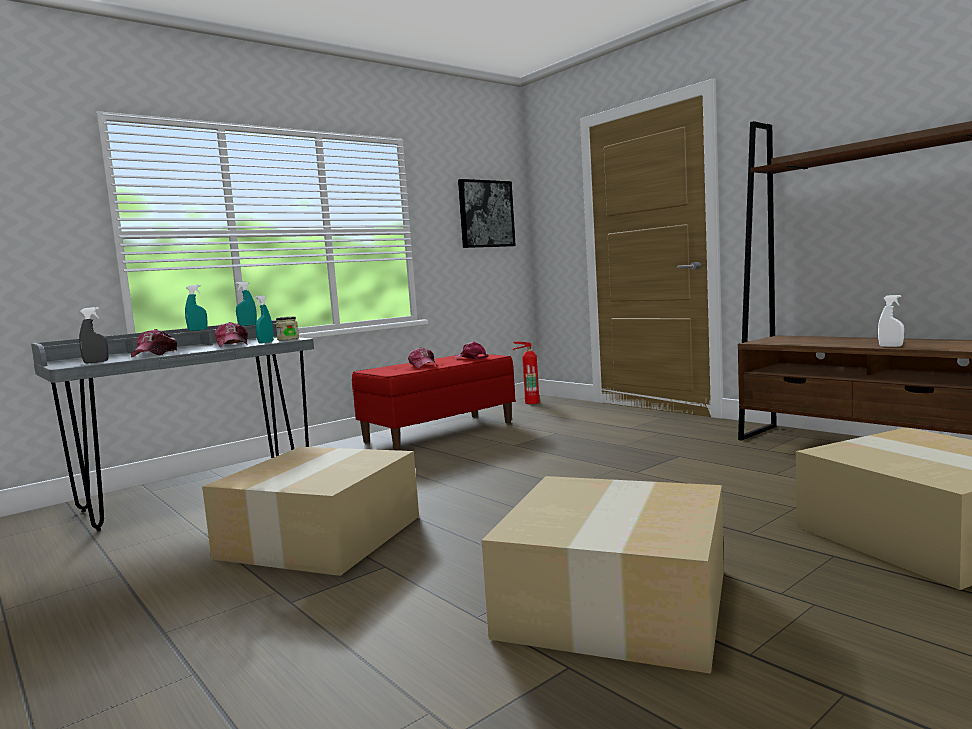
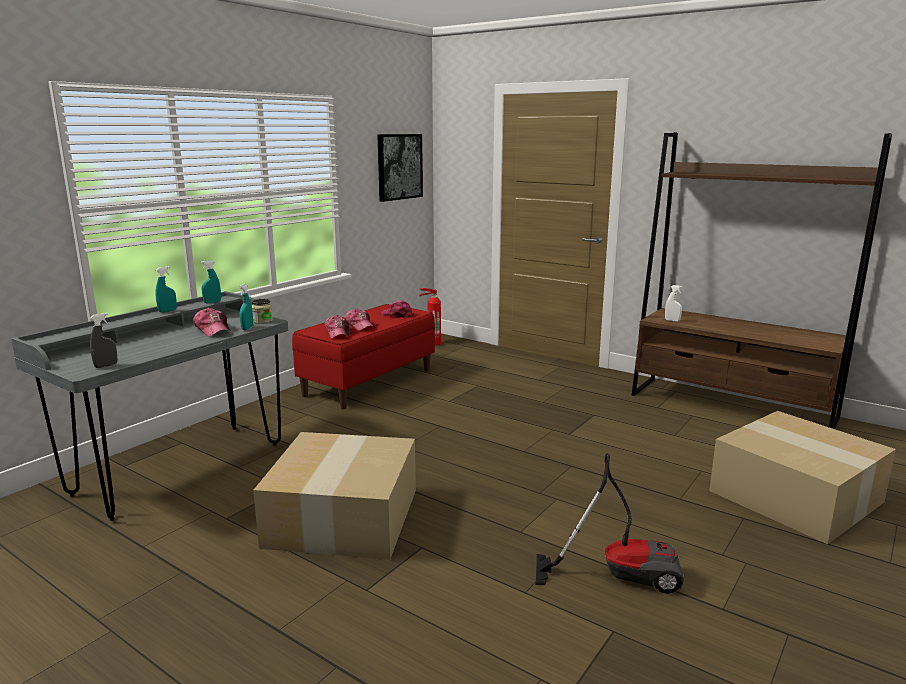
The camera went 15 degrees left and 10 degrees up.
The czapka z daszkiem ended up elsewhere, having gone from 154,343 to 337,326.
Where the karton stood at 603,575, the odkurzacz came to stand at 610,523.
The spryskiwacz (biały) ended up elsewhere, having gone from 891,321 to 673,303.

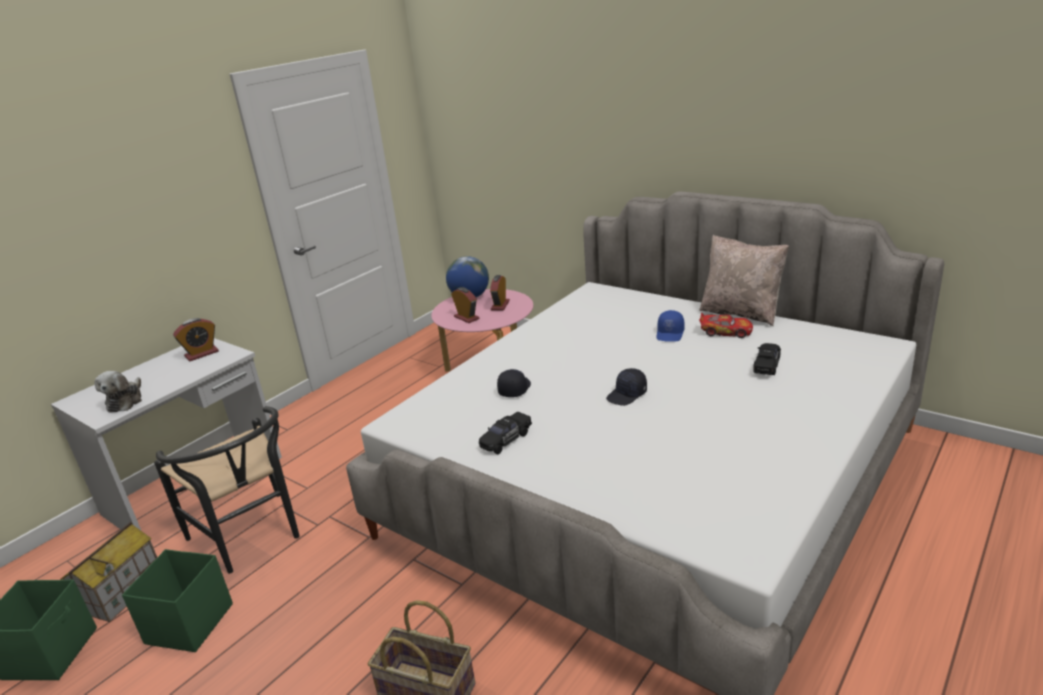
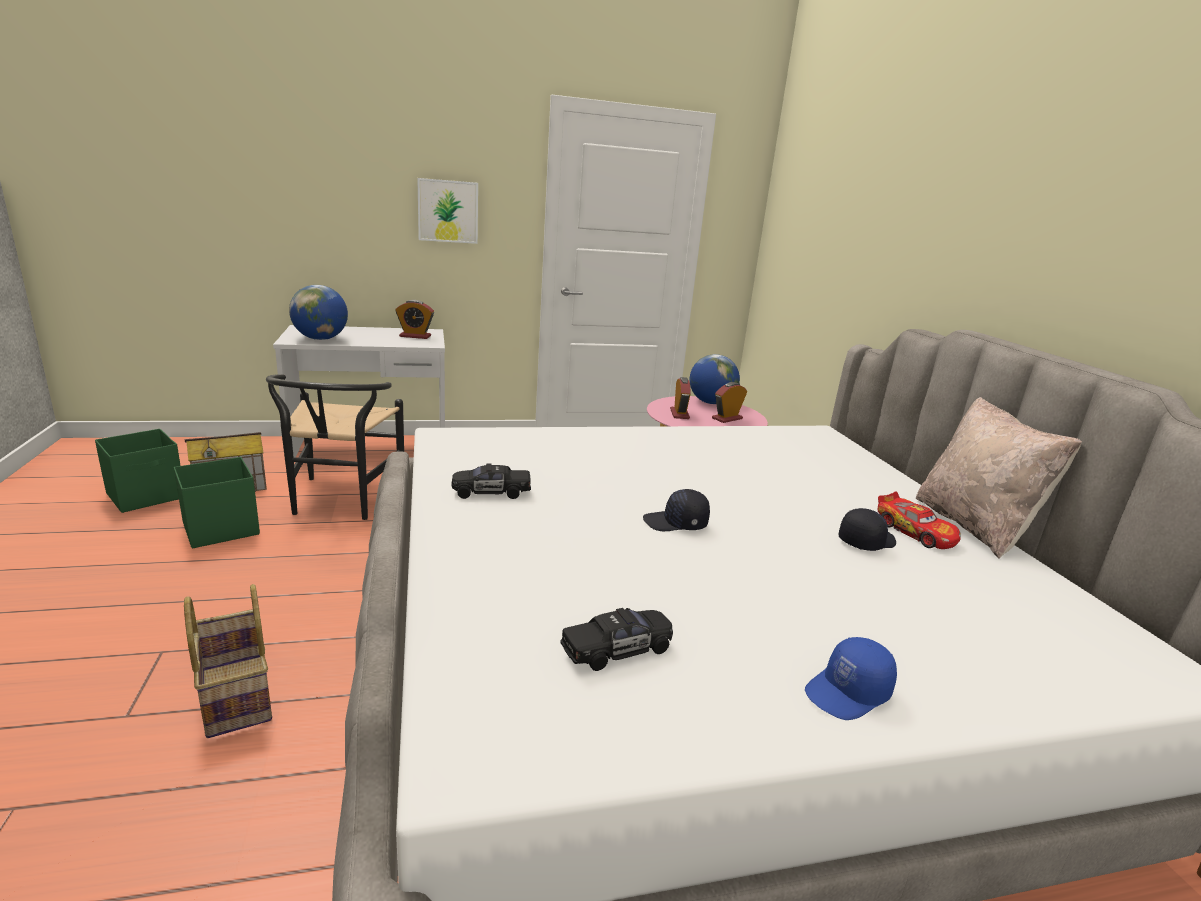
The camera went 35 degrees right and 5 degrees down.
Where the pluszak stood at 118,392, the globus came to stand at 318,312.
The second view gained the obraz at 447,211.
The samochodzik (czarny) ended up elsewhere, having gone from 767,359 to 617,639.
The czapka z daszkiem (niebieski) ended up elsewhere, having gone from 670,326 to 851,678.
The czapka z daszkiem (czarny) ended up elsewhere, having gone from 514,383 to 867,529.

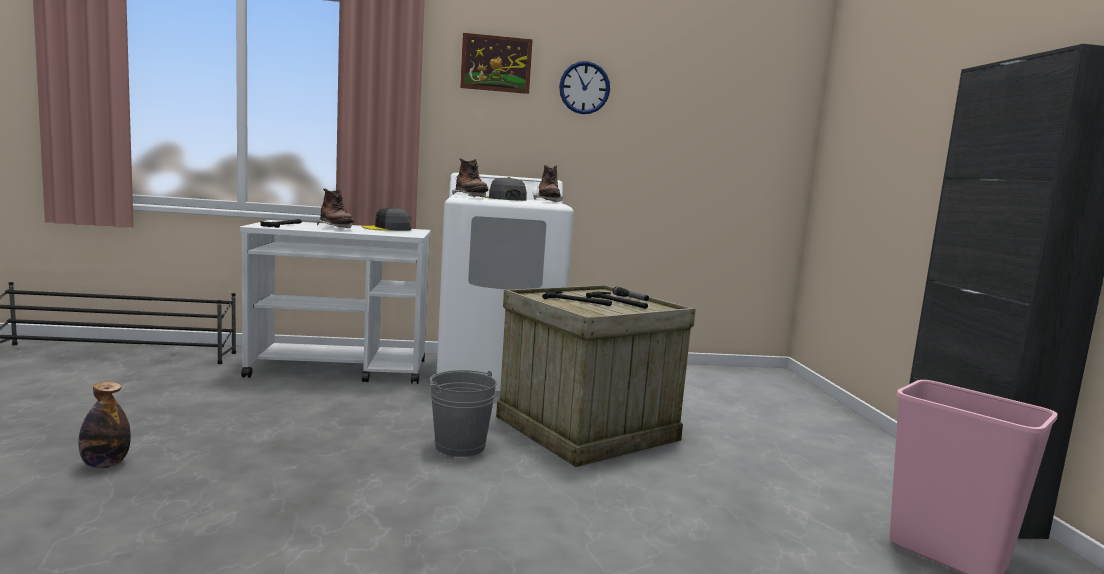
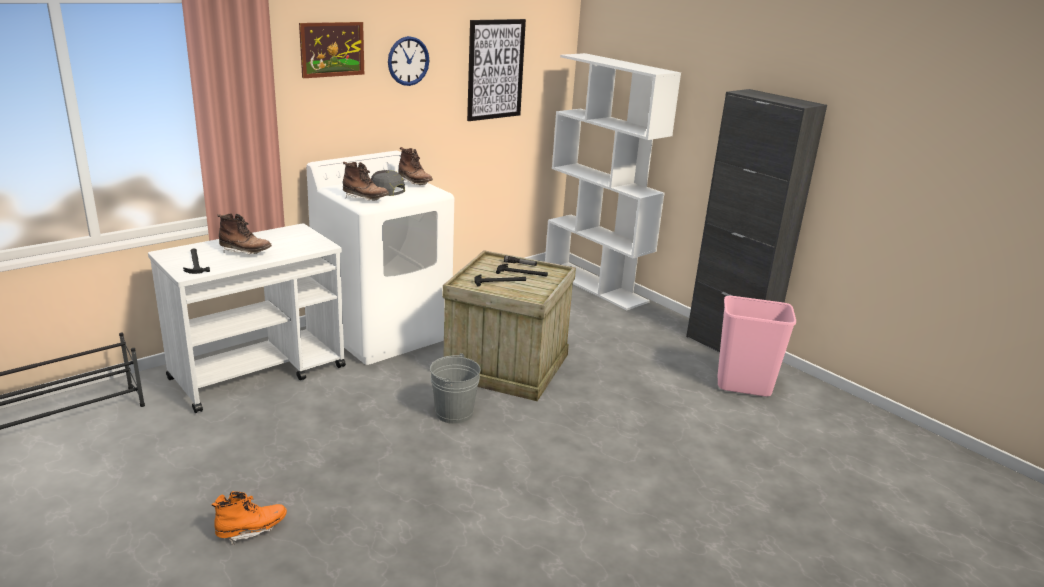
The camera went 35 degrees left and 15 degrees up.
Where the butelka stood at 104,425, the but z cholewką (pomarańczowy) came to stand at 249,518.
The second view gained the obraz at 496,70.
The second view gained the regał (biały) at 613,182.
The second view lost the czapka z daszkiem (szary) at 386,219.

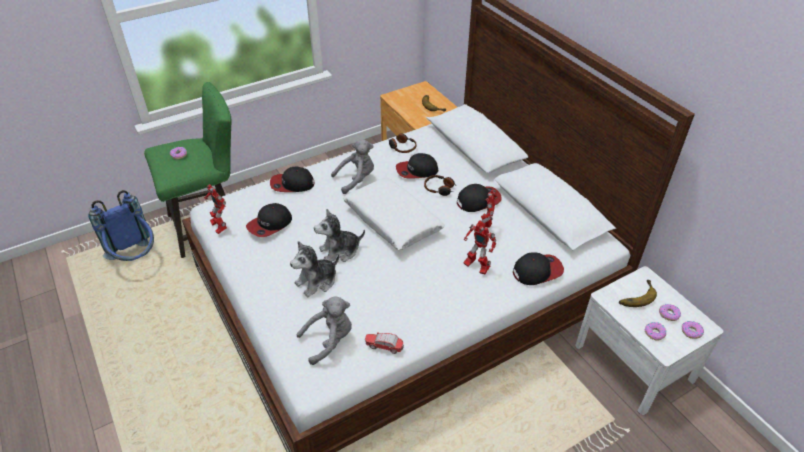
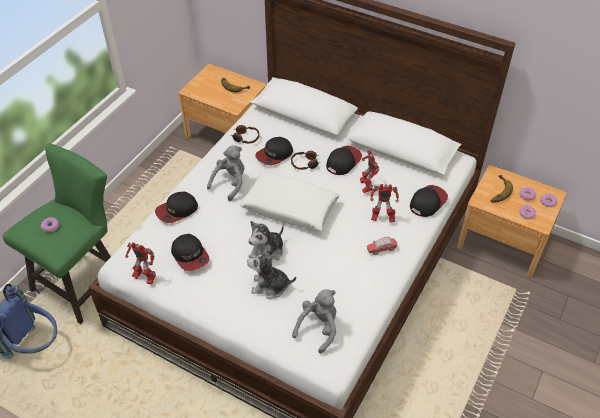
The camera went 30 degrees left and 5 degrees up.
The czapka z daszkiem at 269,220 ended up facing another way, 45 degrees counterclockwise from before.
The pluszak at 314,269 ended up facing another way, 75 degrees clockwise from before.
The samochodzik ended up elsewhere, having gone from 384,343 to 382,246.
What was the szafka nocna (biały) at 649,340 turned into the szafka nocna (brązowy) at 512,221.

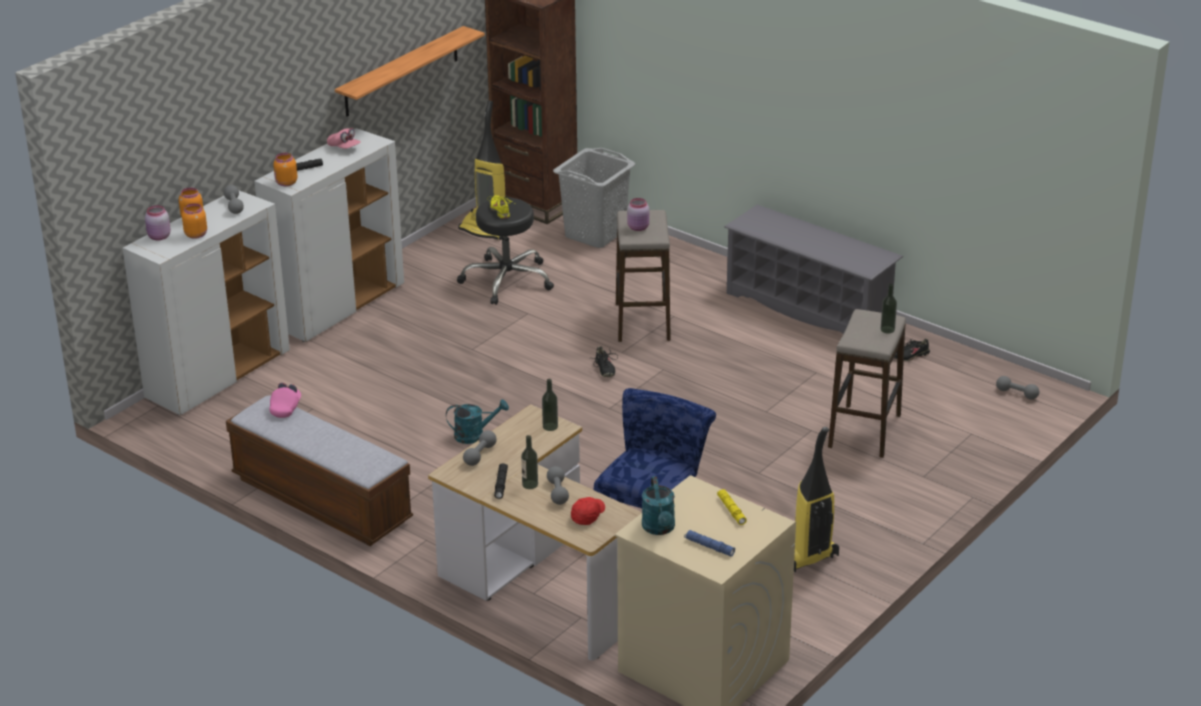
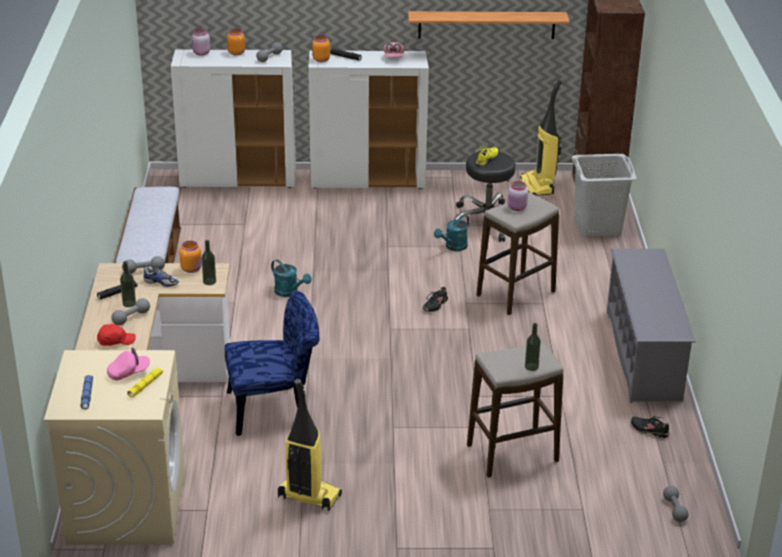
The camera went 50 degrees right and 0 degrees up.
The czapka z daszkiem (różowy) ended up elsewhere, having gone from 285,400 to 128,364.
The second view gained the but at 160,276.
The słoik (pomarańczowy) ended up elsewhere, having gone from 194,221 to 190,257.
The konewka (turkusowy) ended up elsewhere, having gone from 658,505 to 451,233.

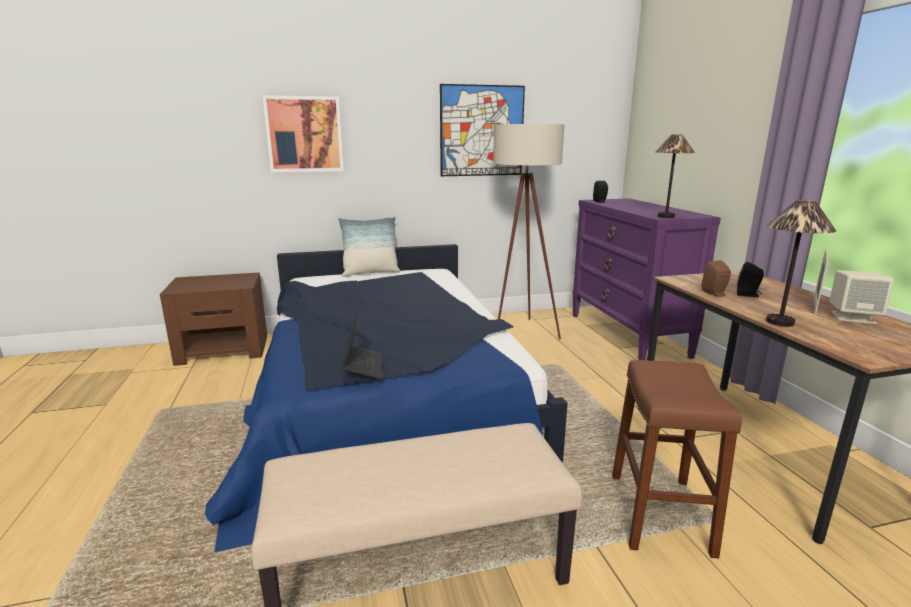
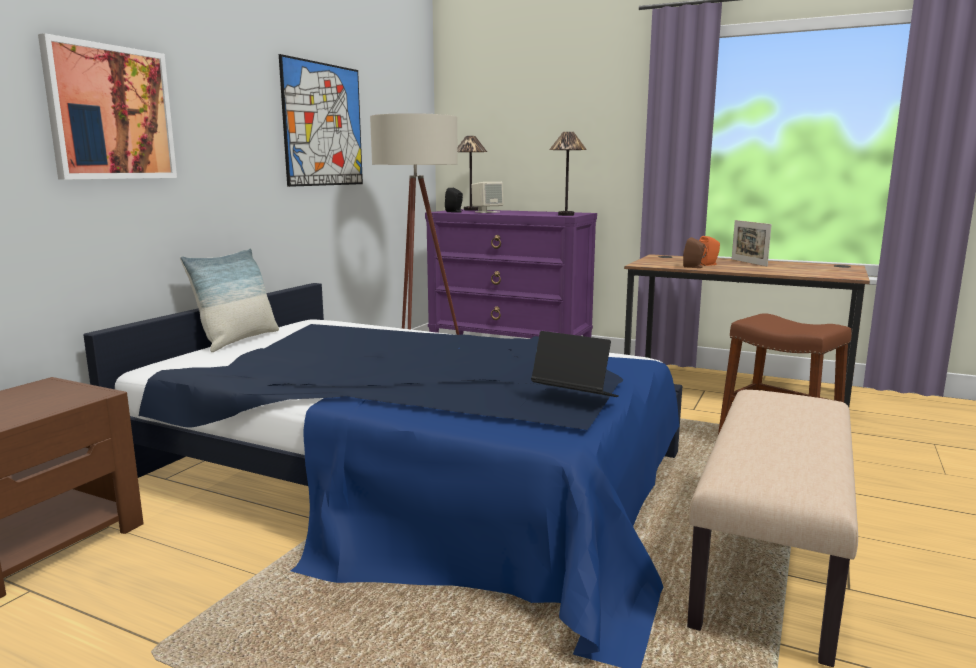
The camera went 50 degrees left and 5 degrees down.
The lampa stołowa ended up elsewhere, having gone from 801,263 to 472,173.
The głośnik (beżowy) ended up elsewhere, having gone from 861,297 to 487,197.
What was the głośnik (czarny) at 750,279 turned into the głośnik (pomarańczowy) at 709,251.

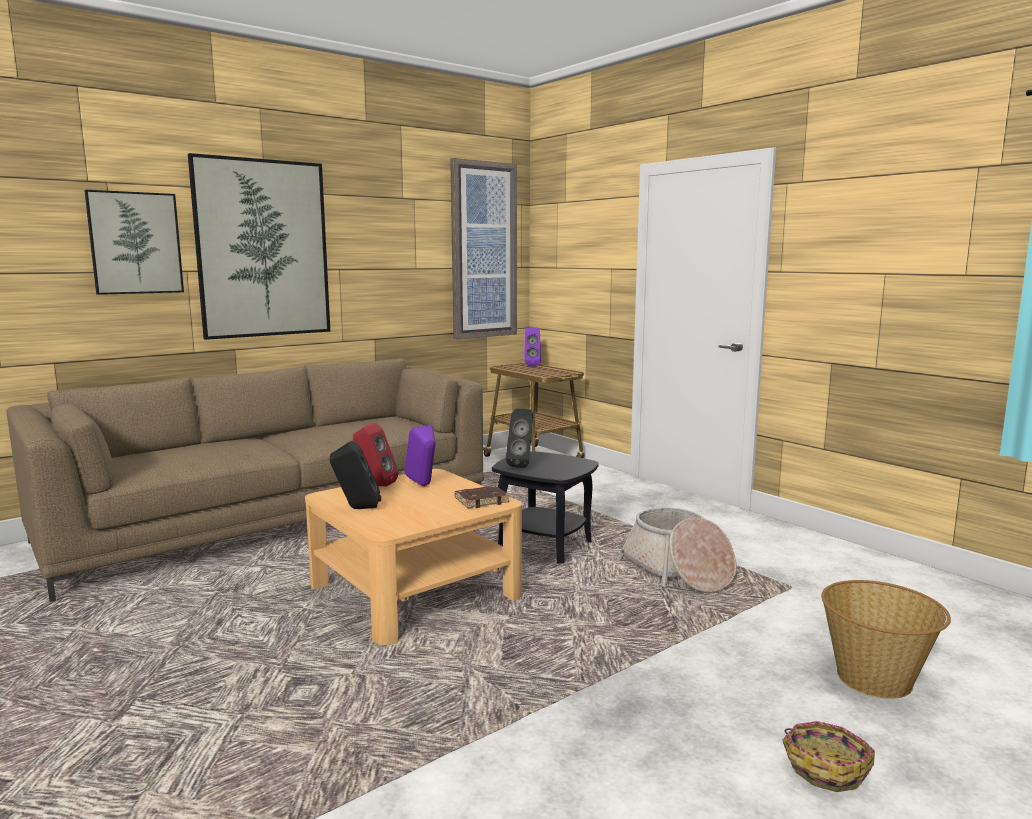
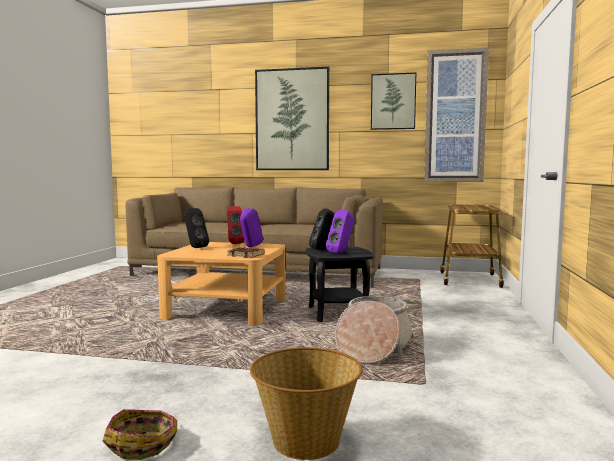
The camera went 50 degrees right and 5 degrees down.
The głośnik (fioletowy) ended up elsewhere, having gone from 532,346 to 340,231.
The obraz ended up elsewhere, having gone from 134,242 to 393,101.

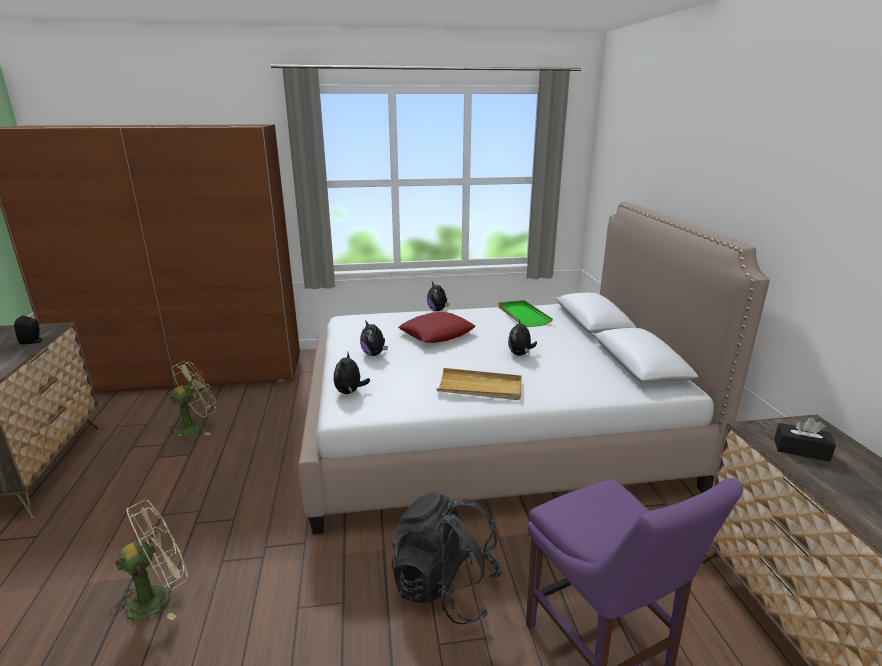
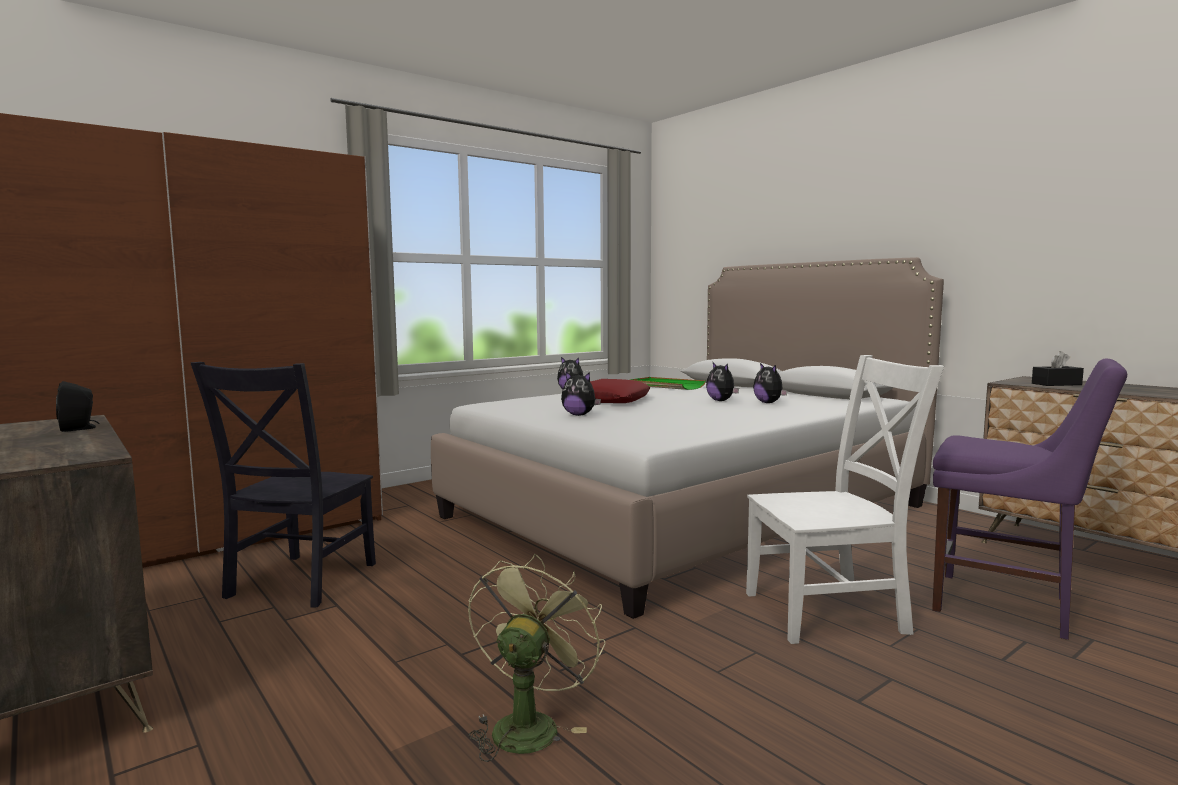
The camera went 30 degrees left and 15 degrees down.
Where the wentylator (zielony) stood at 190,399, the krzesło (czarny) came to stand at 283,485.
Where the plecak (czarny) stood at 447,558, the krzesło (biały) came to stand at 845,499.
The pluszak ended up elsewhere, having gone from 351,372 to 770,383.
The second view lost the taca (beżowy) at 479,384.

